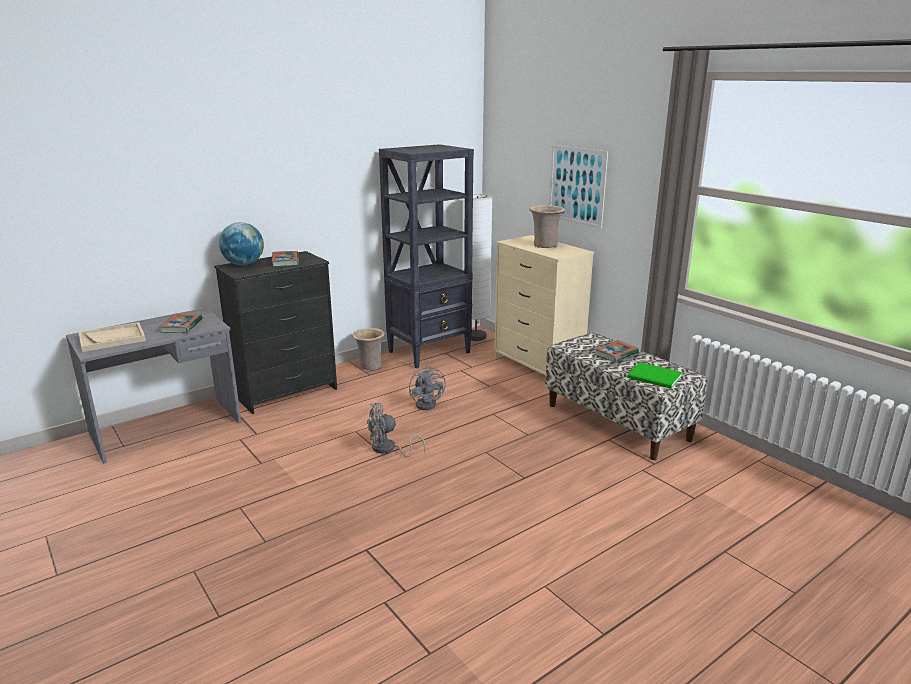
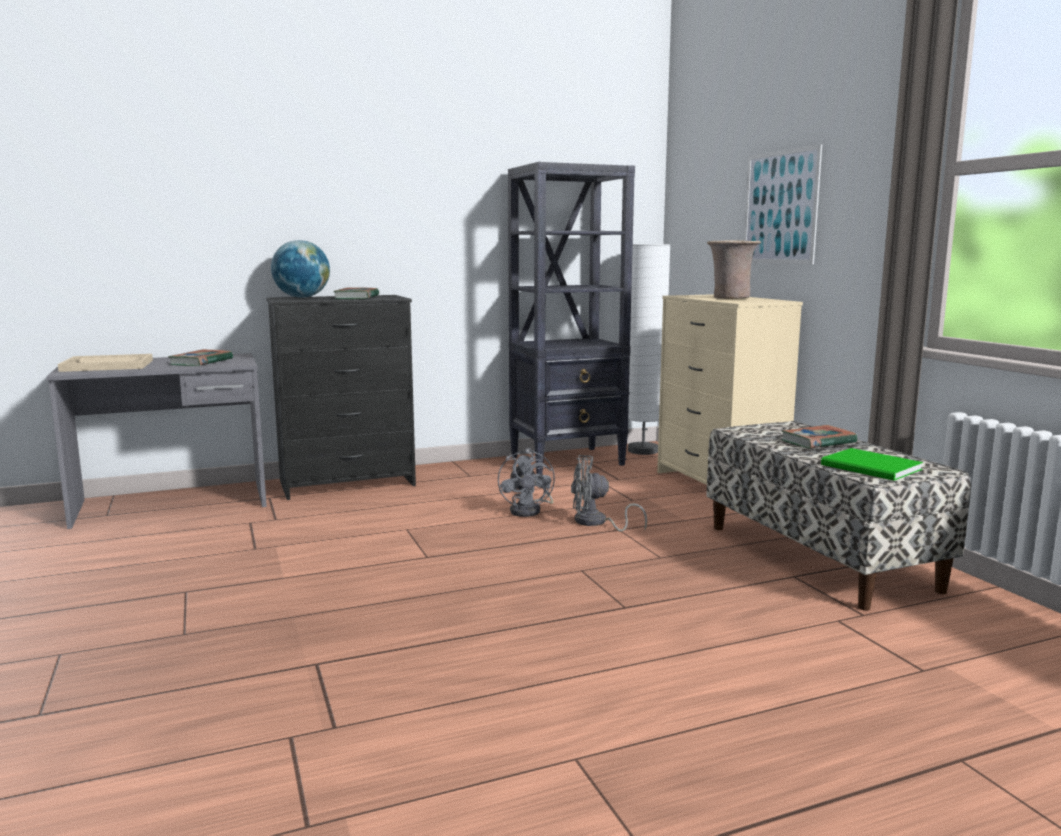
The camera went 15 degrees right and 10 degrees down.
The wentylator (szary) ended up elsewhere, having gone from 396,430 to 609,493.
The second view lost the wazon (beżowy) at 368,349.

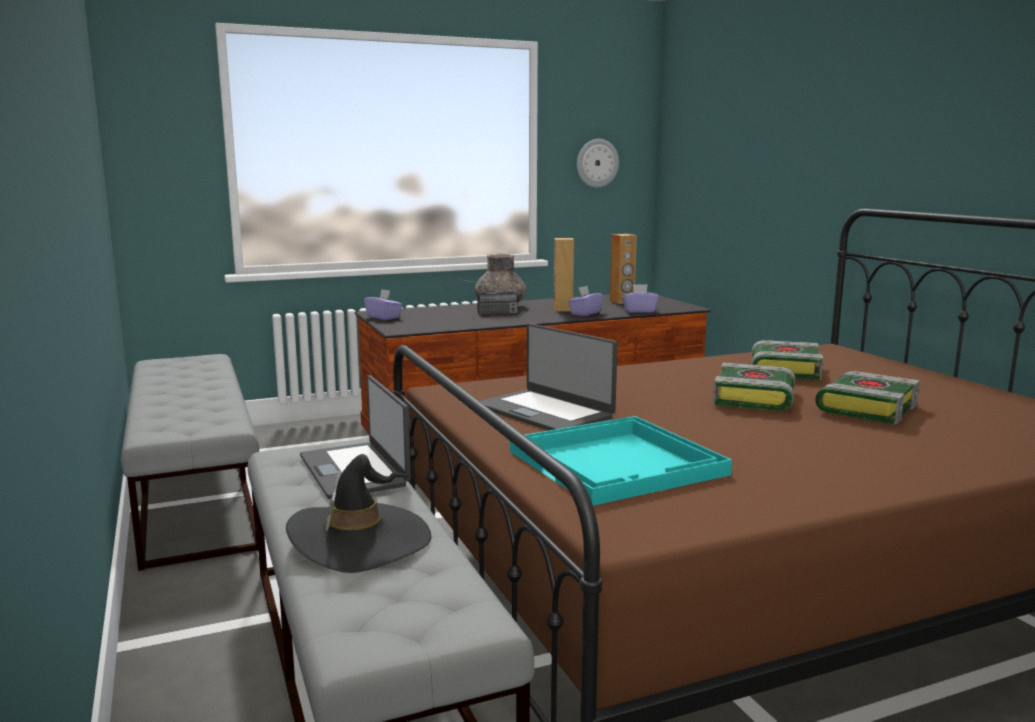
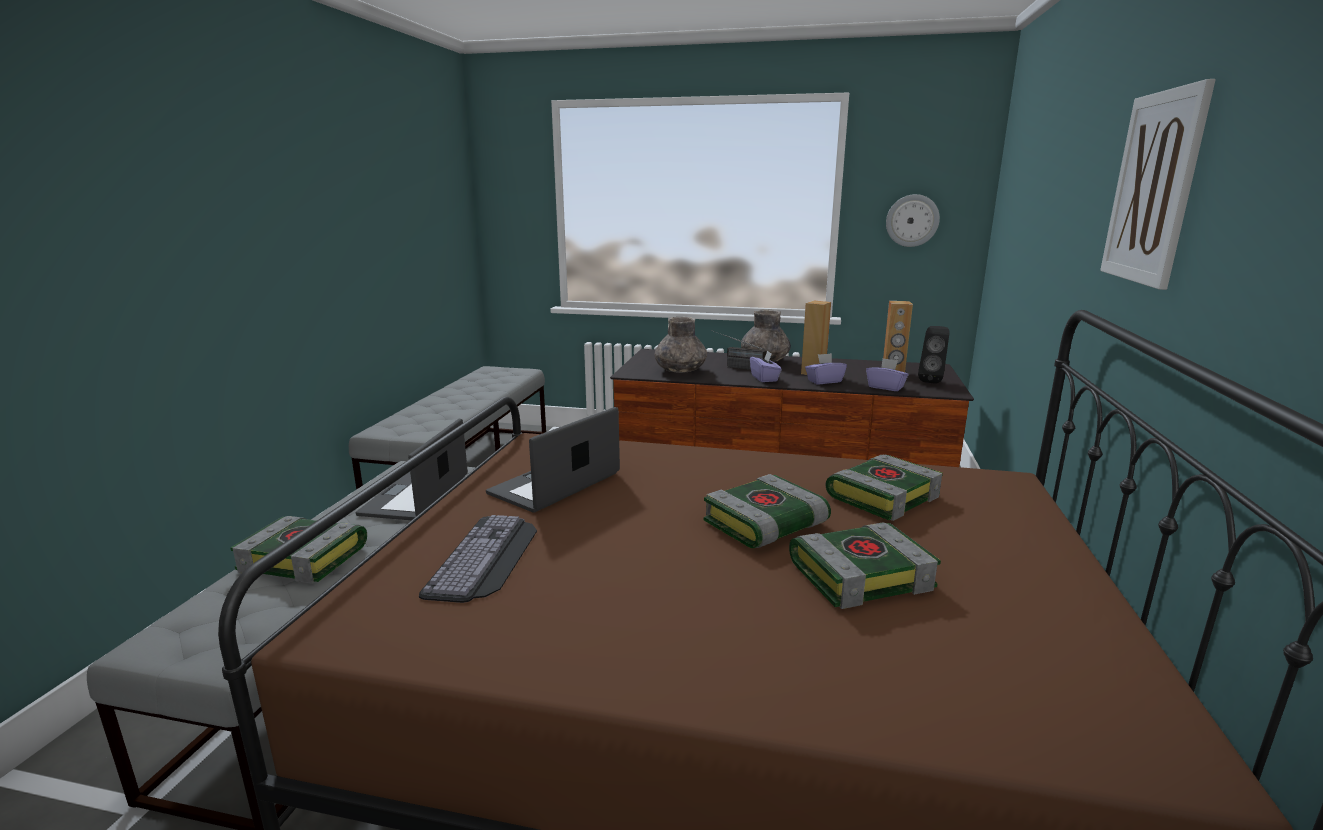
The camera went 35 degrees right and 5 degrees up.
Where the kapelusz (czarny) stood at 358,513, the książka came to stand at 298,550.
Where the taca (turkusowy) stood at 621,461, the klawiatura came to stand at 478,559.
The laptop at 548,376 ended up facing another way, 45 degrees clockwise from before.
The second view gained the wazon (szary) at 680,345.
The pudełko chusteczek (fioletowy) ended up elsewhere, having gone from 383,304 to 766,366.
The second view gained the głośnik (czarny) at 934,355.
The second view gained the obraz at 1158,184.

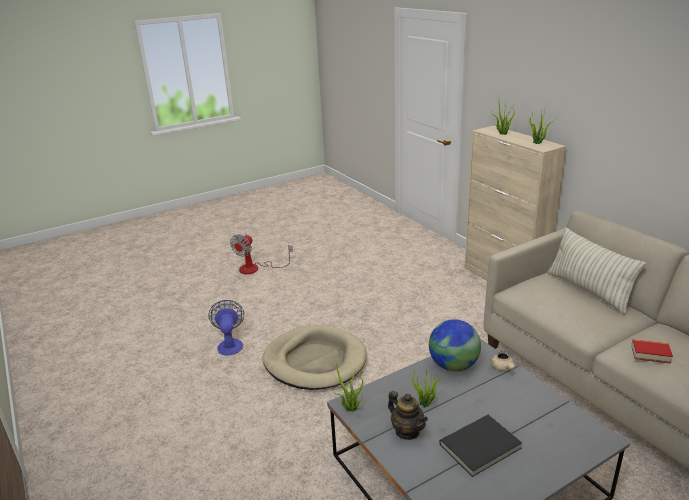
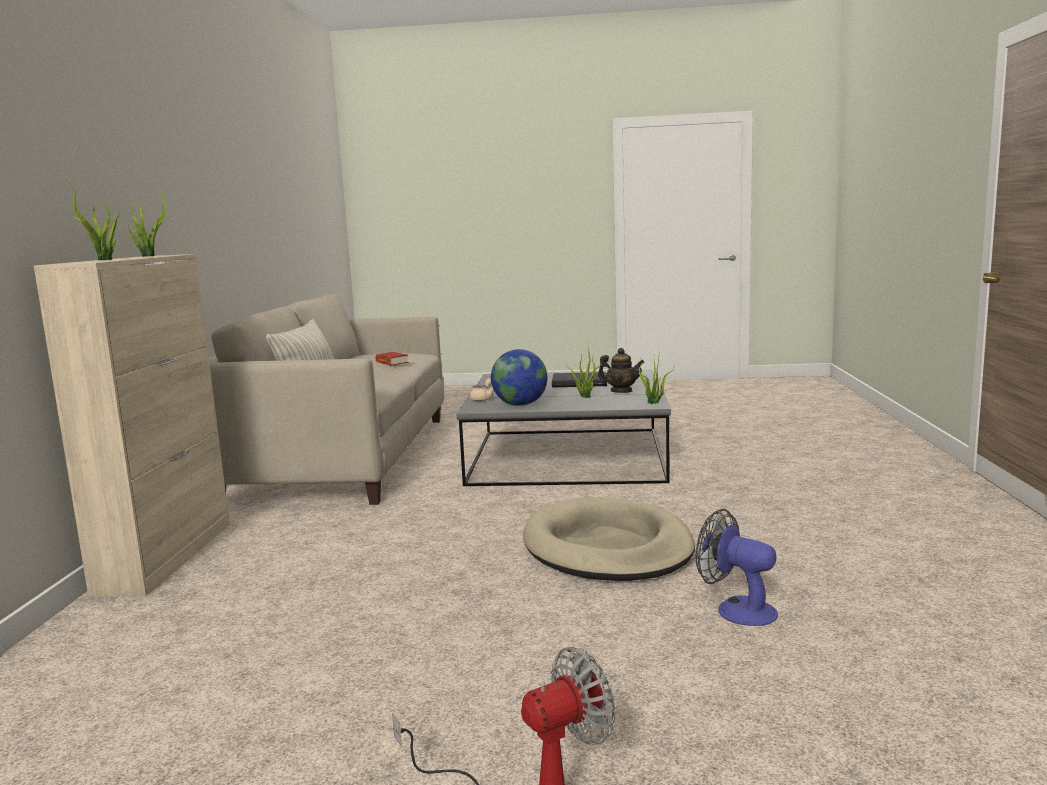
The camera went 145 degrees left and 15 degrees down.
The imbryk at 408,415 ended up facing another way, 120 degrees clockwise from before.
The wentylator at 226,327 ended up facing another way, 105 degrees clockwise from before.

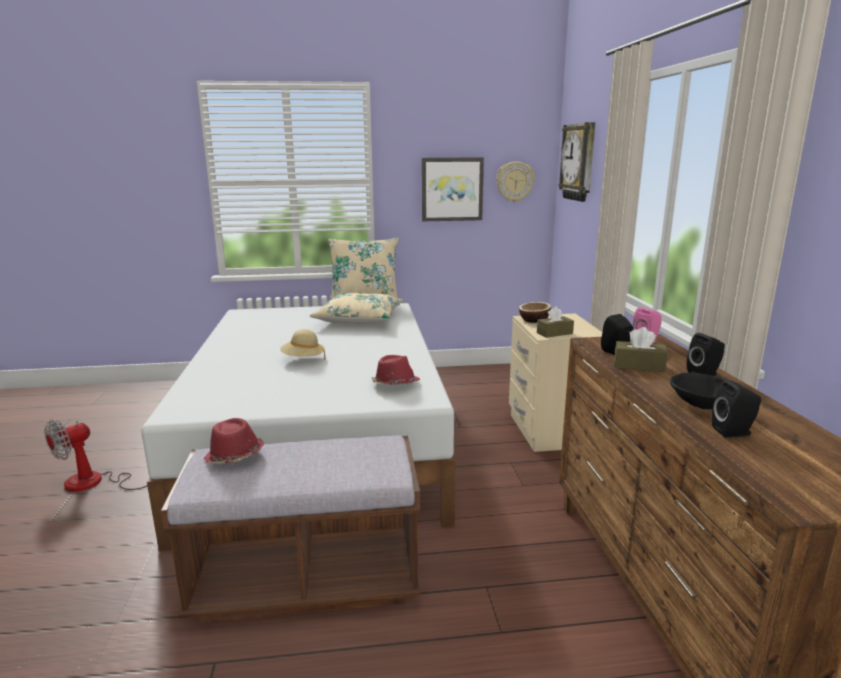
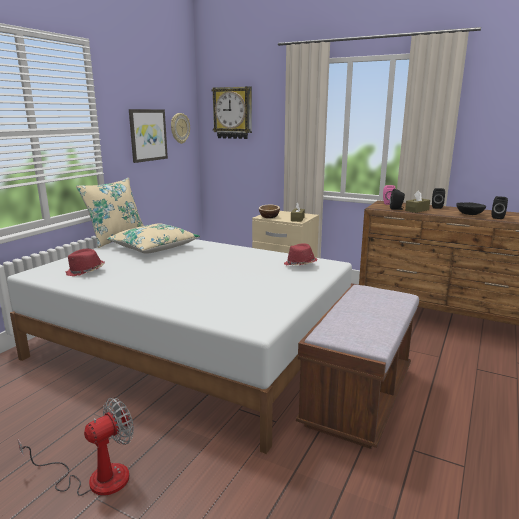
The camera went 55 degrees left and 0 degrees up.
The wentylator at 95,455 ended up facing another way, 120 degrees counterclockwise from before.
The kapelusz (czerwony) ended up elsewhere, having gone from 234,441 to 85,262.
The second view lost the kapelusz (beżowy) at 302,344.

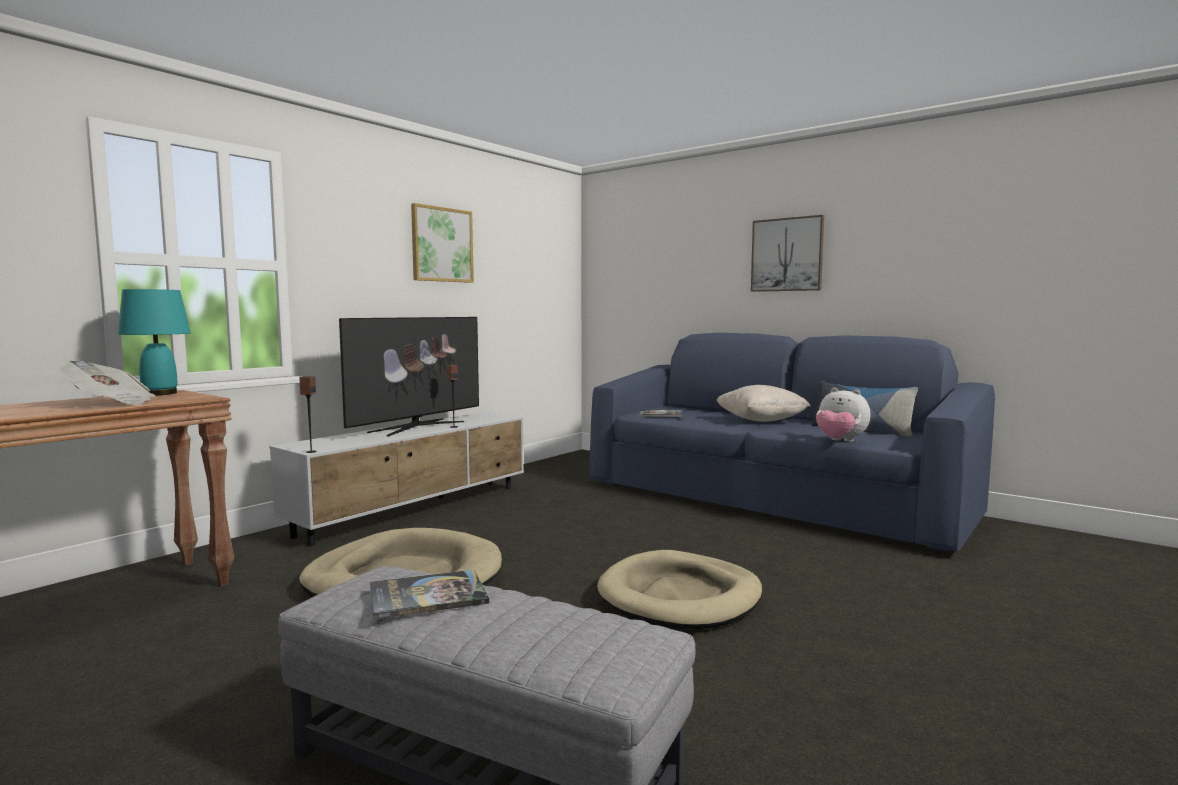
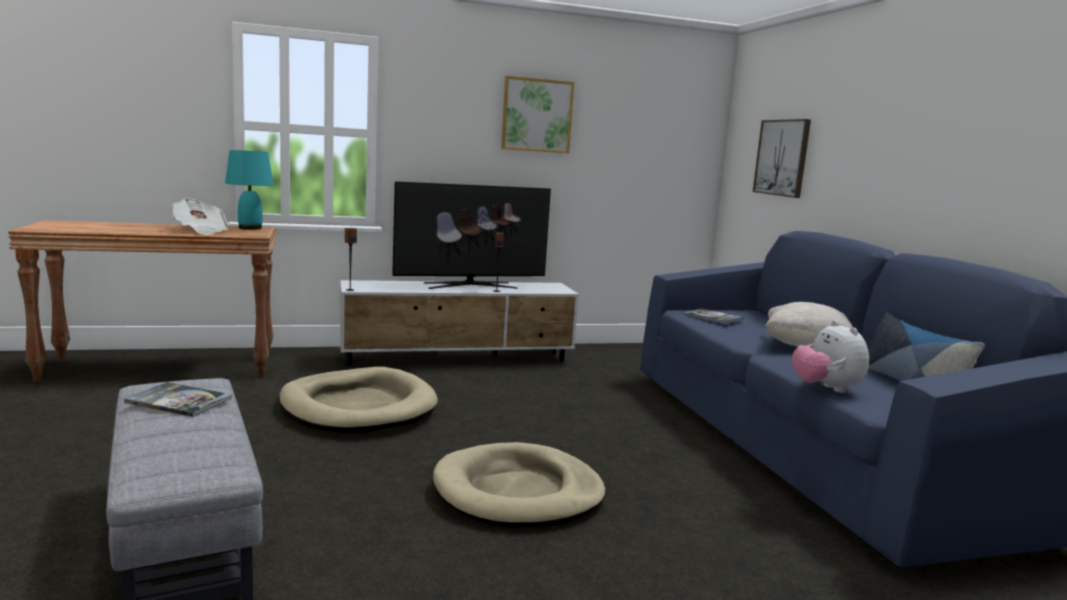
The camera went 35 degrees right and 5 degrees up.
The obraz ended up elsewhere, having gone from 787,253 to 782,158.

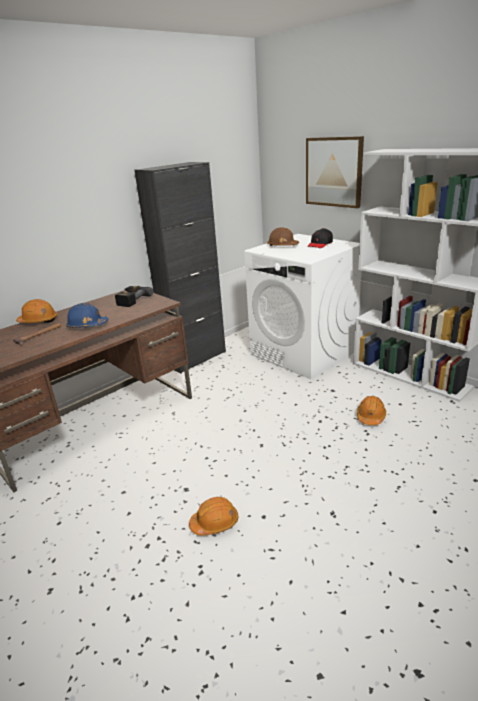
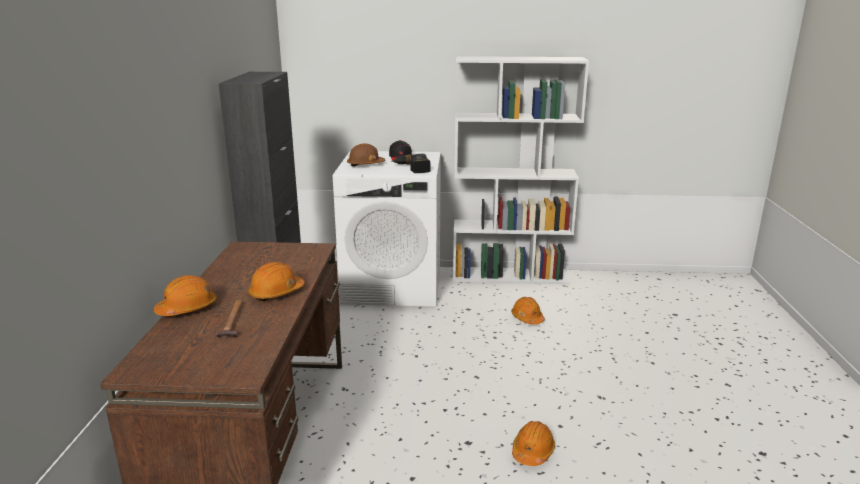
The camera went 45 degrees left and 5 degrees down.
What was the kask (niebieski) at 87,315 turned into the kask (pomarańczowy) at 276,281.
The wiertarka ended up elsewhere, having gone from 134,296 to 411,163.
The second view lost the obraz at 335,172.

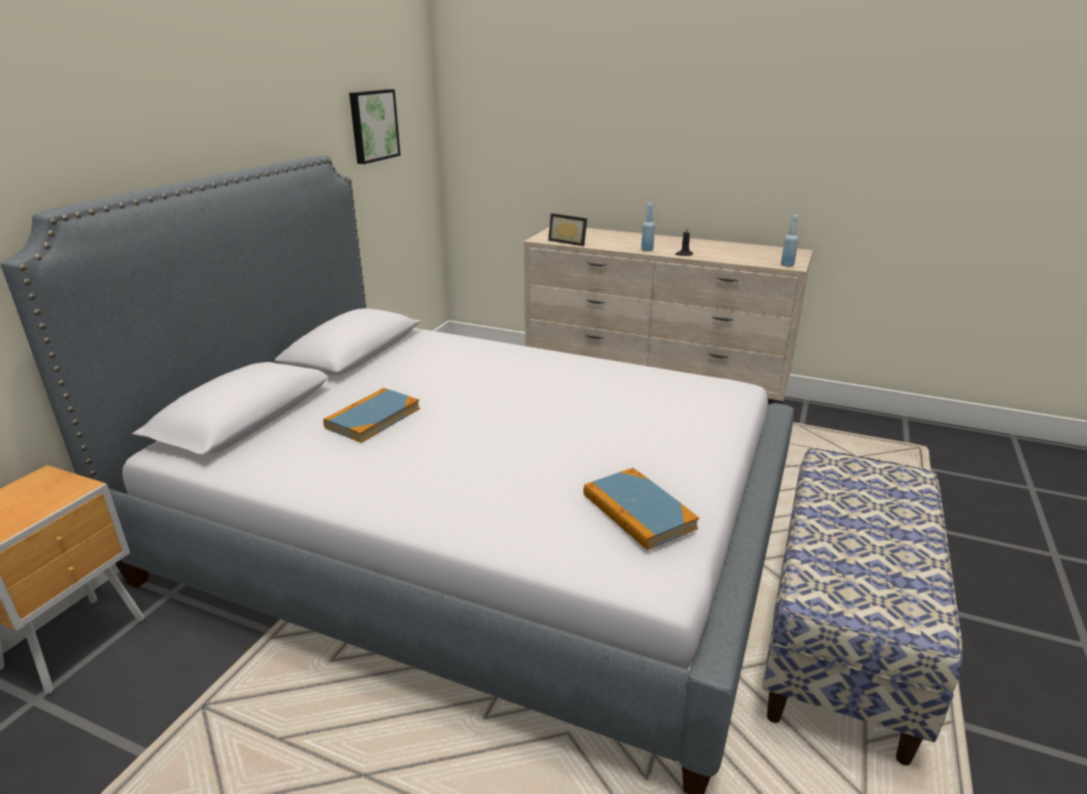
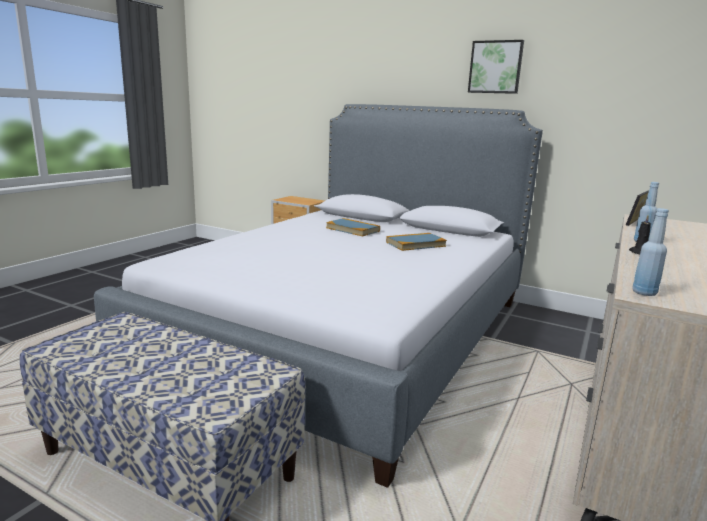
The camera went 95 degrees right and 10 degrees down.
The książka ended up elsewhere, having gone from 641,509 to 416,242.
The obraz ended up elsewhere, having gone from 375,126 to 496,67.

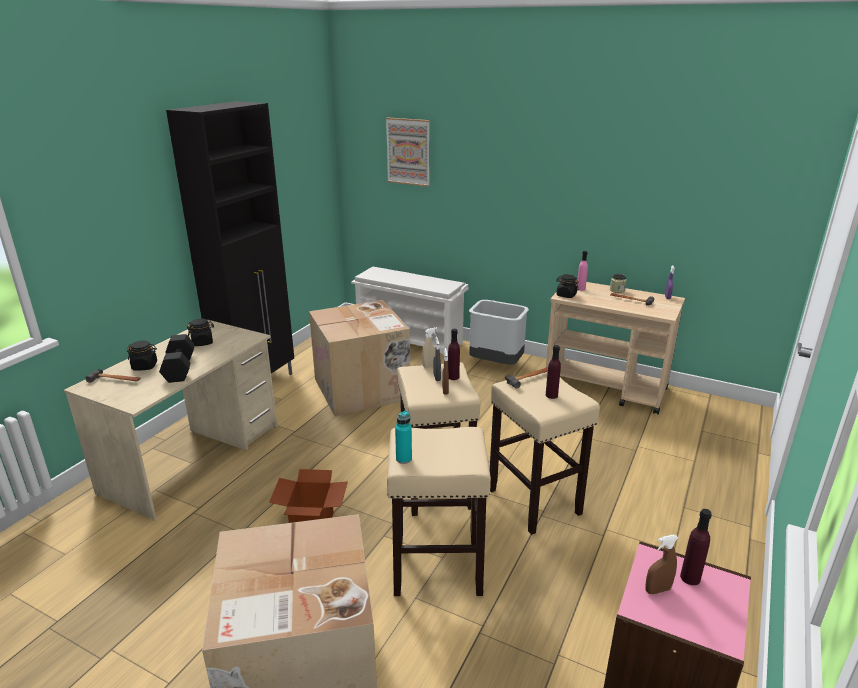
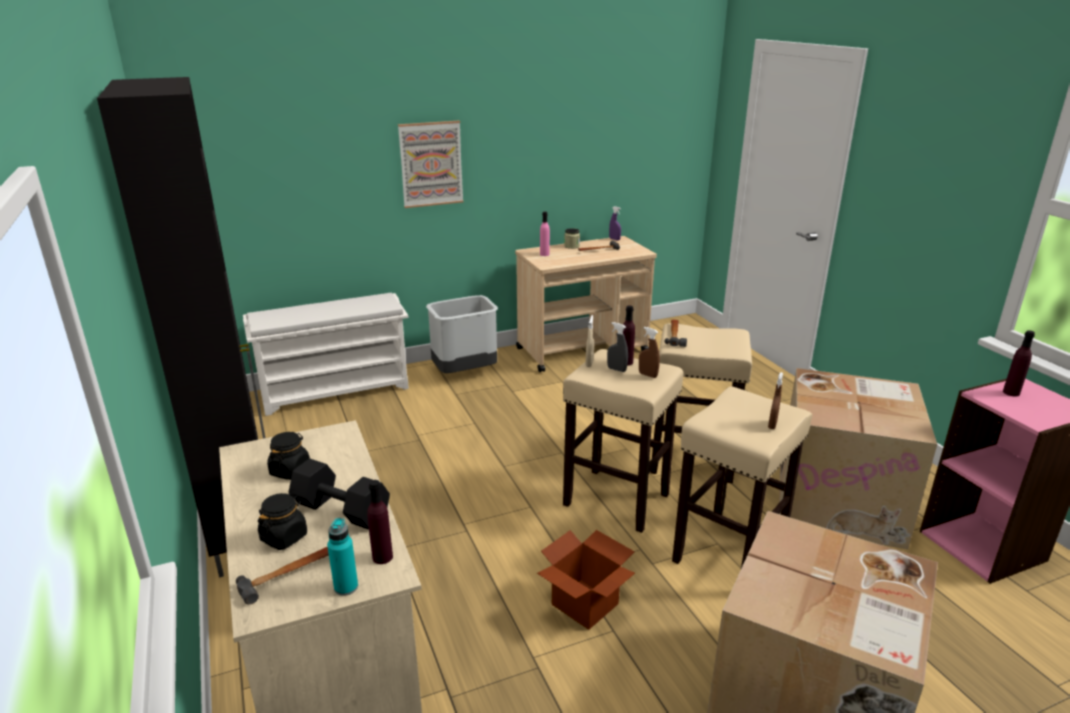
The camera went 50 degrees left and 0 degrees up.
The butelka (turkusowy) ended up elsewhere, having gone from 403,437 to 342,557.
The butelka (fioletowy) ended up elsewhere, having gone from 553,372 to 380,522.
The obraz ended up elsewhere, having gone from 407,152 to 431,164.
The spryskiwacz (brązowy) ended up elsewhere, having gone from 661,564 to 775,400.
The karton ended up elsewhere, having gone from 359,358 to 858,458.
The second view lost the słoik (czarny) at 567,286.

